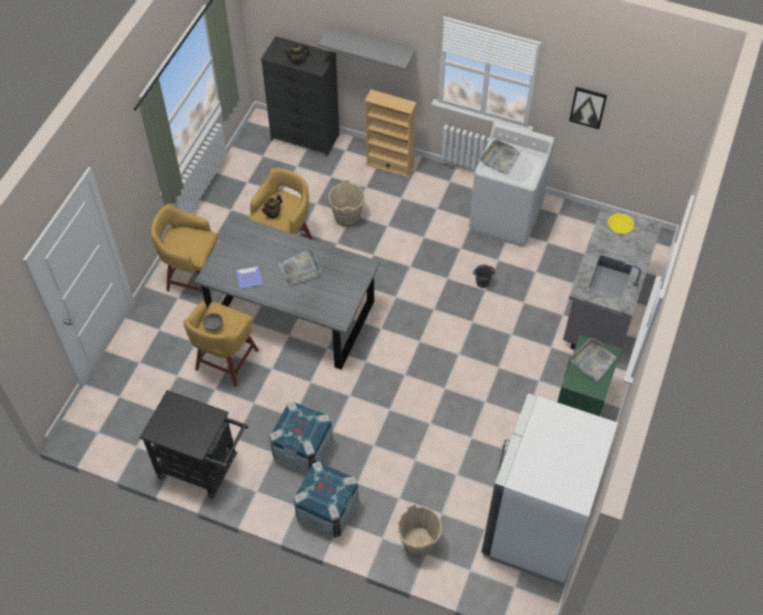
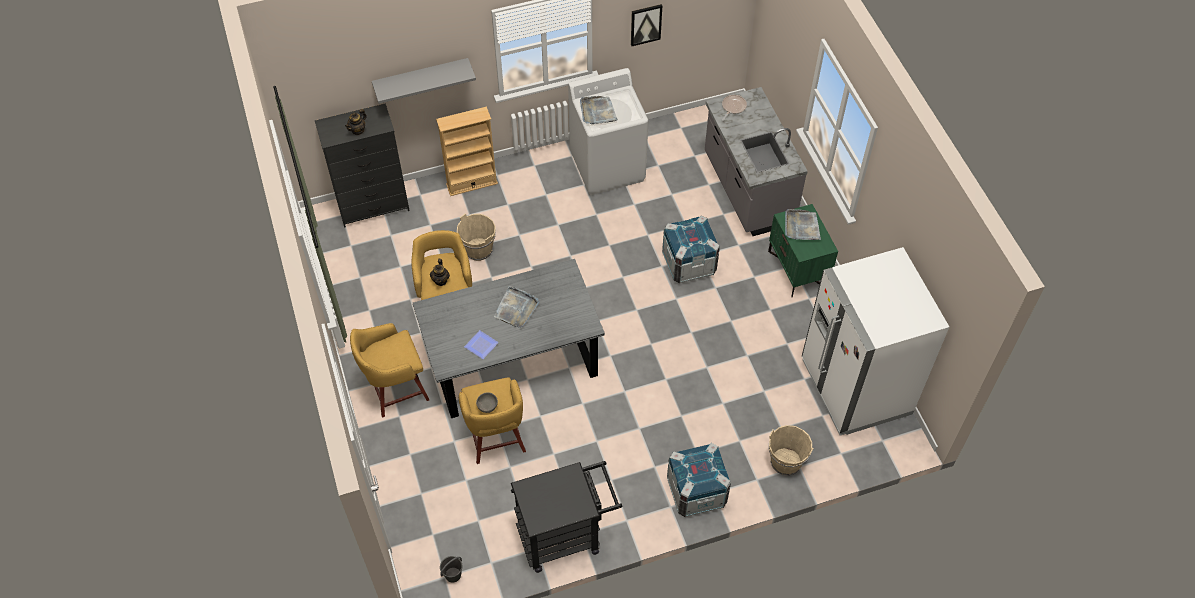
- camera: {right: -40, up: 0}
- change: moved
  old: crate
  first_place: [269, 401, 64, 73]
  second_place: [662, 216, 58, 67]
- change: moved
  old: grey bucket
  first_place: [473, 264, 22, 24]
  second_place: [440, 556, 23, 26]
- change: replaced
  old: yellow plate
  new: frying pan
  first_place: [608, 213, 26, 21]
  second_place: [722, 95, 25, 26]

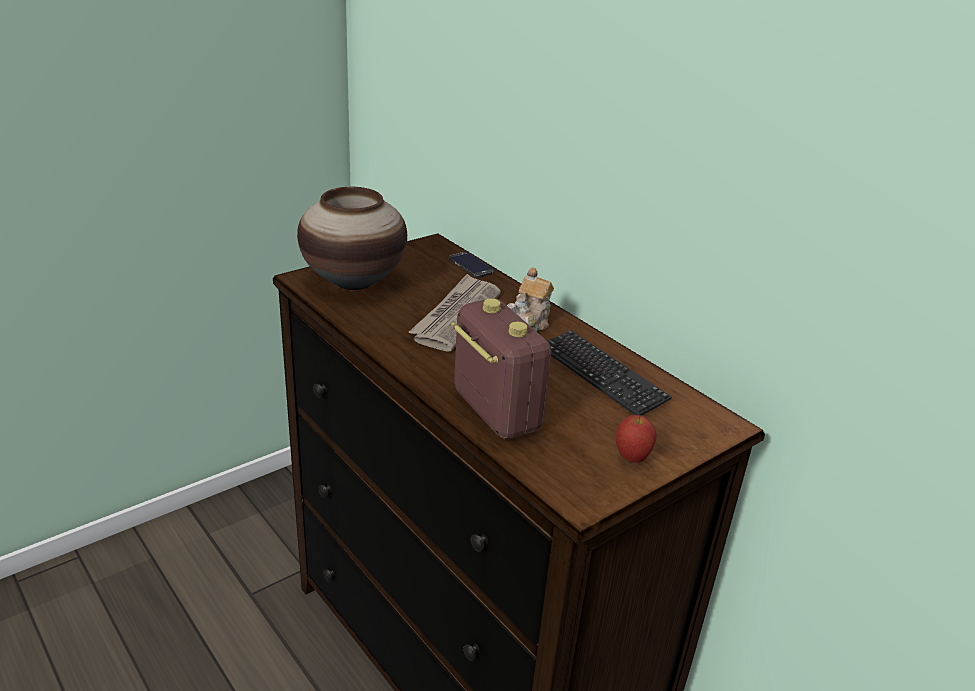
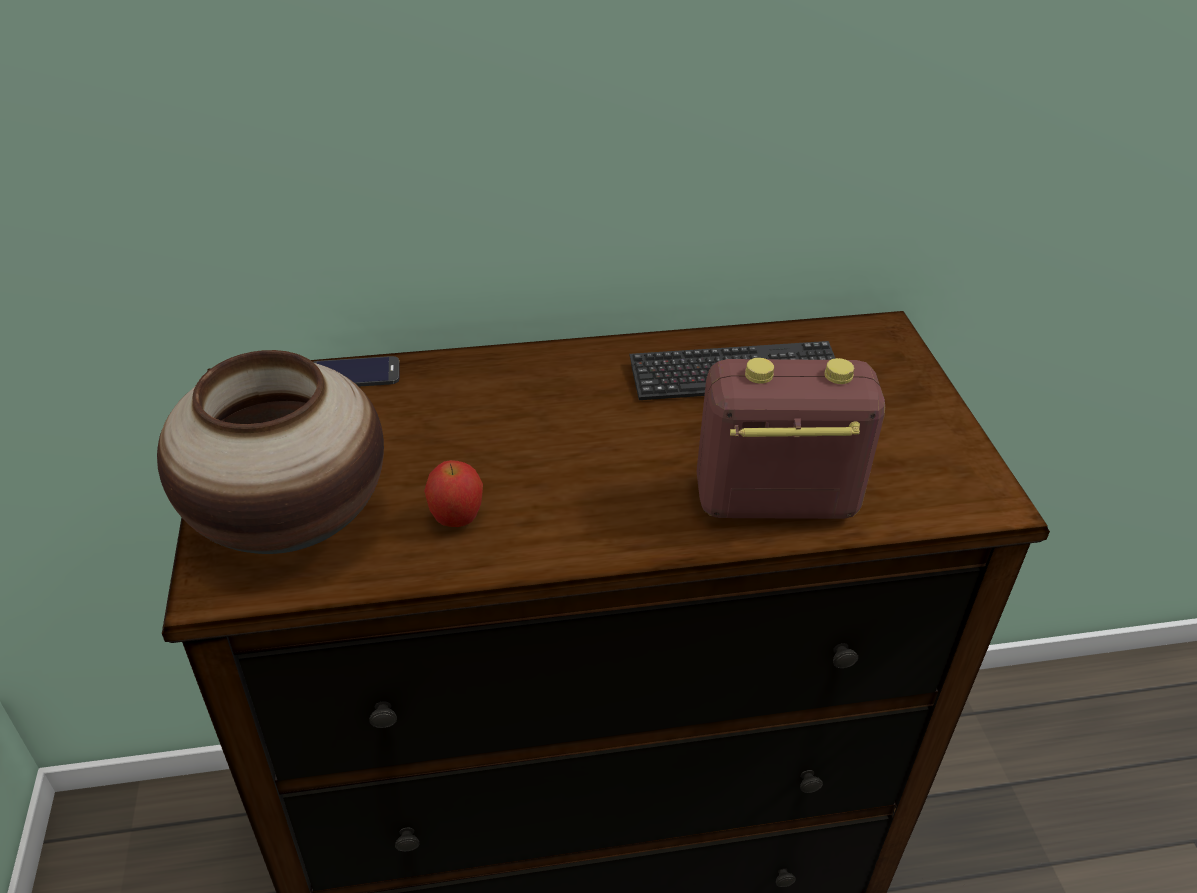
- camera: {right: -60, up: 10}
- change: removed
  old: newspaper
  first_place: [409, 274, 92, 77]
- change: removed
  old: teapot
  first_place: [507, 267, 47, 65]
- change: moved
  old: apple
  first_place: [616, 415, 41, 48]
  second_place: [424, 460, 59, 67]

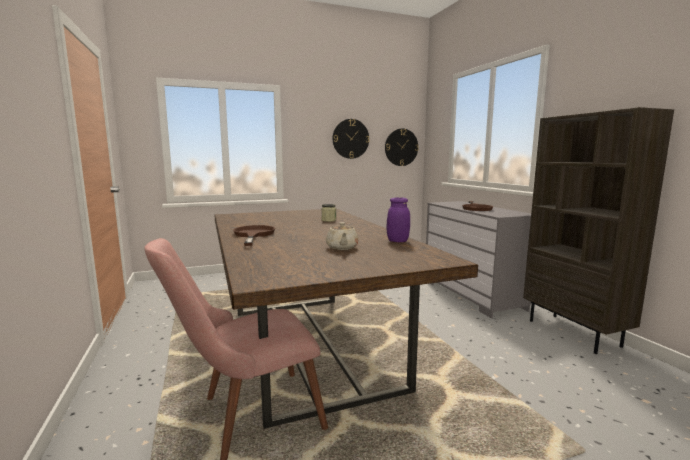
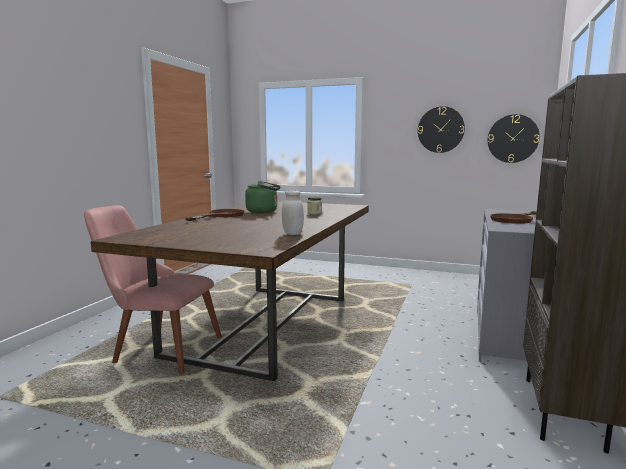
- camera: {right: 40, up: 0}
- change: removed
  old: beige teapot
  first_place: [326, 222, 32, 28]
- change: recoloured
  old: purple jar
  new: white jar
  first_place: [387, 198, 23, 44]
  second_place: [282, 191, 22, 44]
- change: added
  new: green kettle
  second_place: [245, 181, 36, 32]

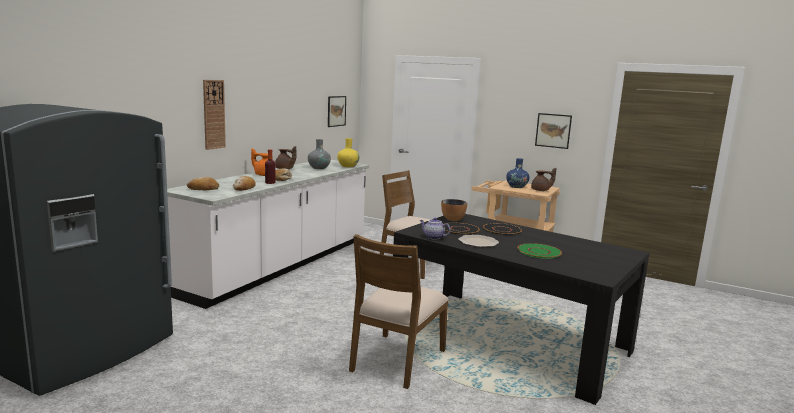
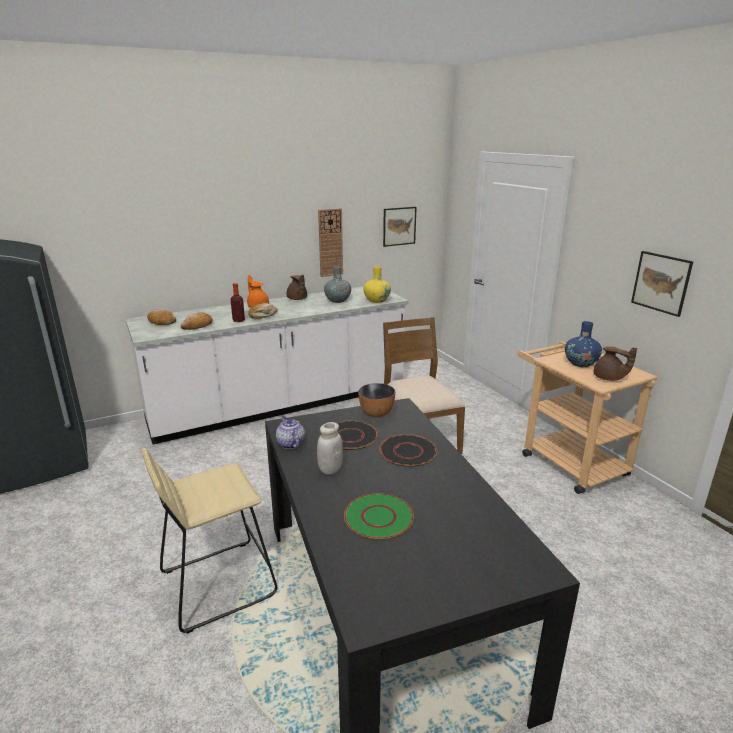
- camera: {right: 35, up: 10}
- change: moved
  old: wall clock
  first_place: [203, 80, 23, 70]
  second_place: [318, 208, 25, 69]
- change: replaced
  old: brown chair
  new: beige stool
  first_place: [349, 234, 100, 155]
  second_place: [142, 447, 135, 187]
- change: replaced
  old: plate
  new: white jar
  first_place: [458, 235, 41, 12]
  second_place: [317, 422, 26, 53]

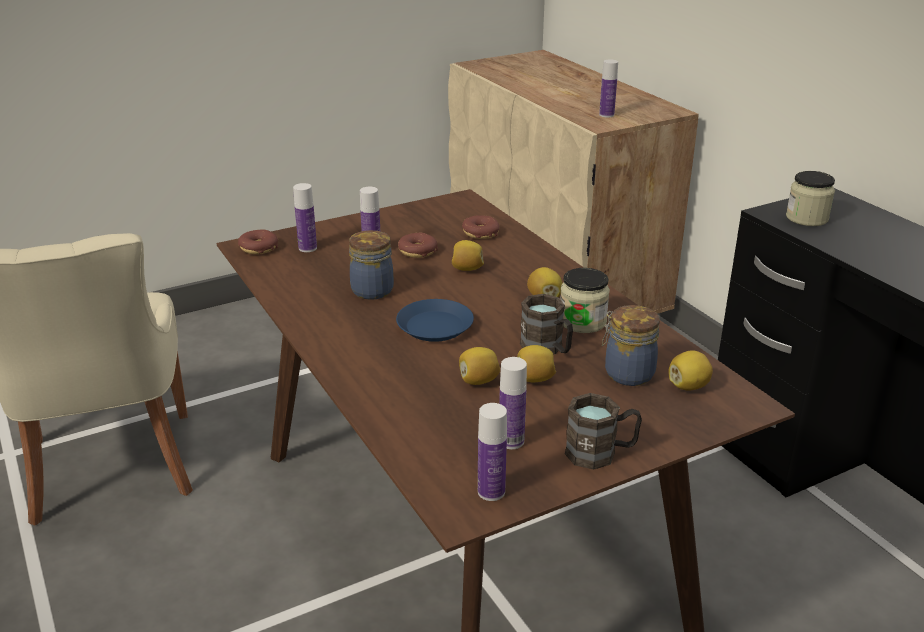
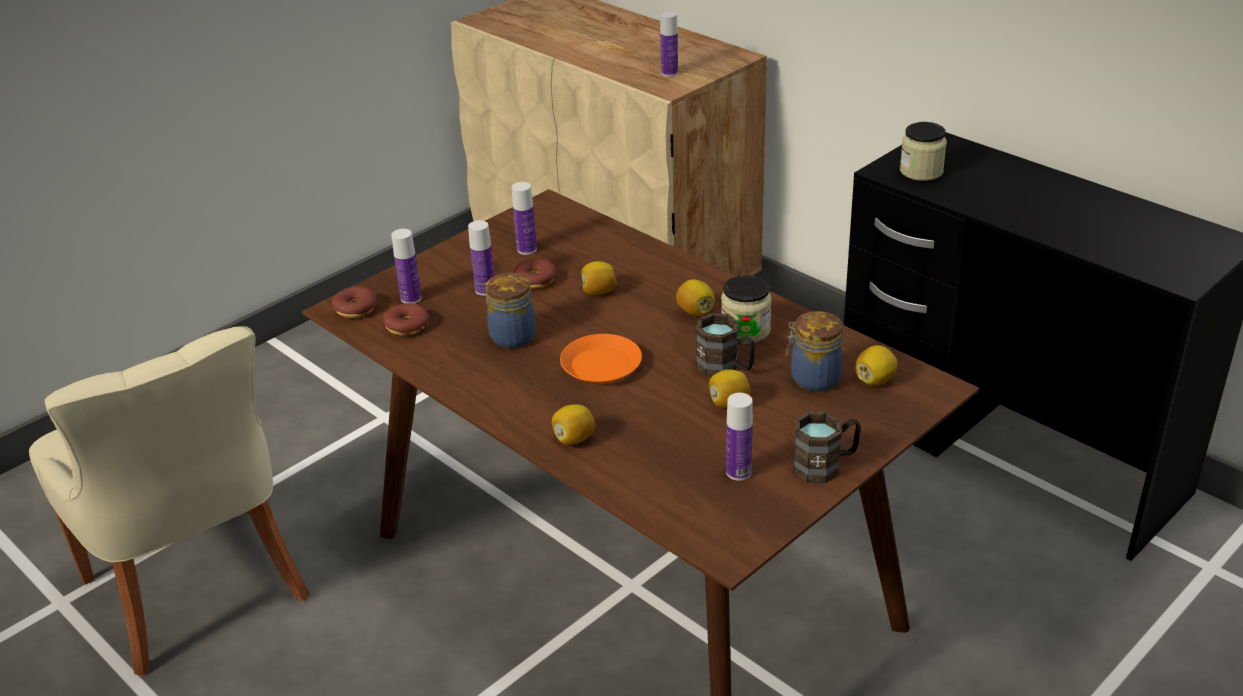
- camera: {right: -15, up: 5}
- change: recoloured
  old: blue plate
  new: orange plate
  first_place: [396, 299, 78, 43]
  second_place: [560, 334, 82, 50]
- change: moved
  old: lemon
  first_place: [459, 347, 41, 38]
  second_place: [552, 404, 44, 41]
- change: moved
  old: donut
  first_place: [462, 215, 38, 24]
  second_place: [383, 303, 46, 33]
- change: moved
  old: bottle
  first_place: [478, 403, 29, 98]
  second_place: [512, 182, 25, 73]

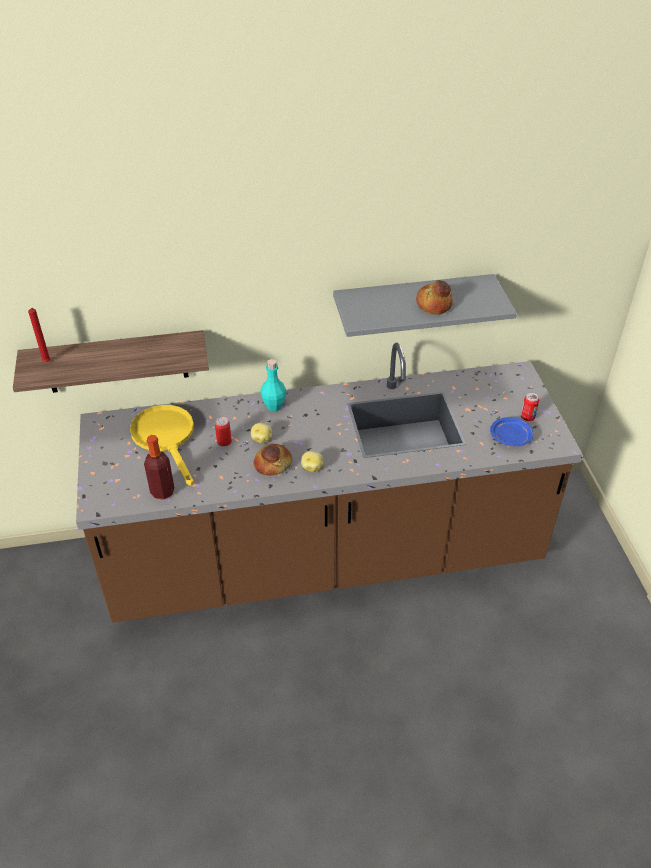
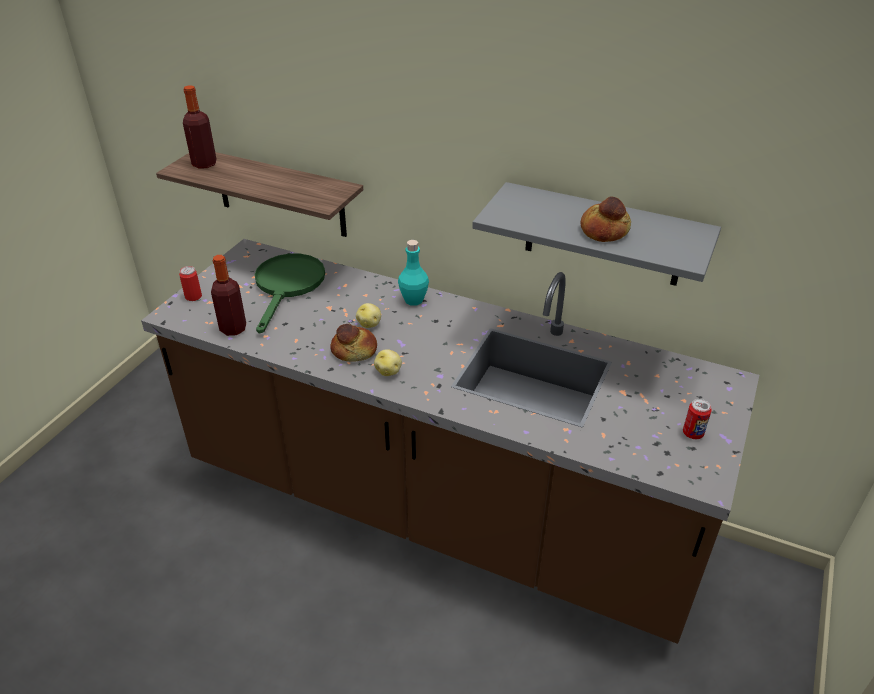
- camera: {right: 35, up: -5}
- change: replaced
  old: red candle
  new: bottle
  first_place: [28, 308, 23, 54]
  second_place: [183, 85, 34, 84]
- change: recoloured
  old: yellow frying pan
  new: green frying pan
  first_place: [130, 405, 64, 80]
  second_place: [255, 254, 70, 80]
- change: moved
  old: can
  first_place: [215, 417, 17, 29]
  second_place: [179, 266, 23, 35]
- change: removed
  old: blue plate
  first_place: [490, 417, 43, 29]

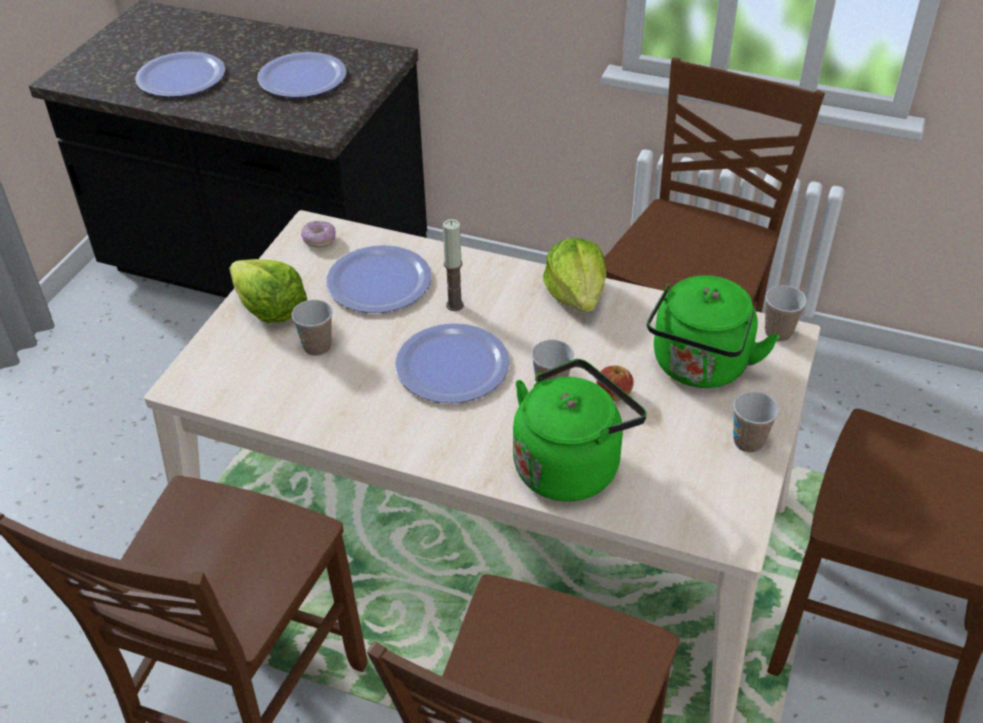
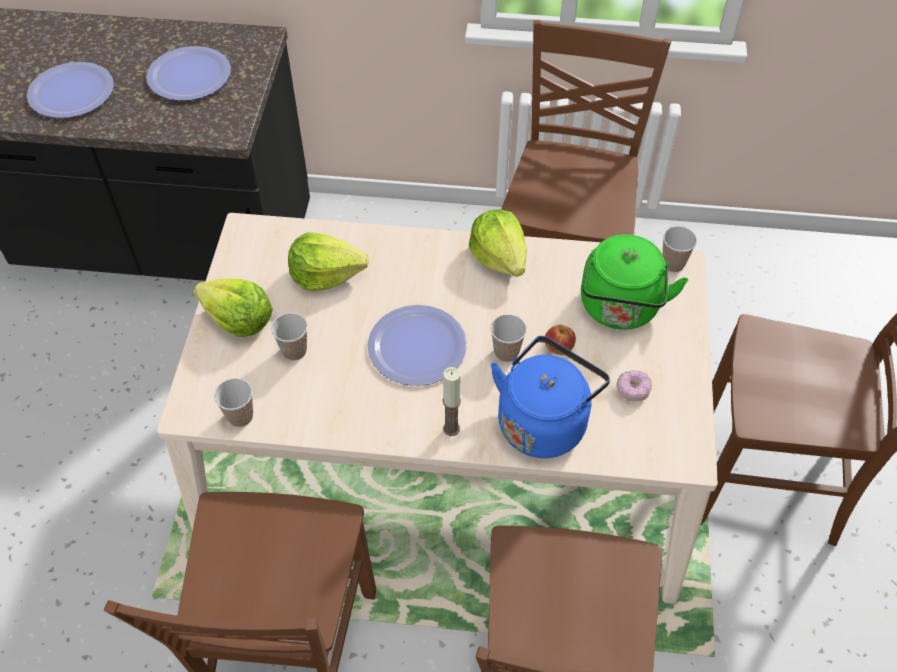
- camera: {right: -15, up: 10}
- change: moved
  old: donut
  first_place: [301, 221, 35, 26]
  second_place: [616, 370, 36, 31]
- change: replaced
  old: plate
  new: lettuce
  first_place: [326, 245, 106, 68]
  second_place: [288, 233, 81, 58]
- change: moved
  old: candle
  first_place: [443, 219, 21, 92]
  second_place: [443, 367, 18, 69]
- change: recoloured
  old: green kettle
  new: blue kettle
  first_place: [513, 359, 134, 142]
  second_place: [491, 336, 119, 122]
- change: moved
  old: cup
  first_place: [733, 391, 46, 62]
  second_place: [214, 378, 39, 49]

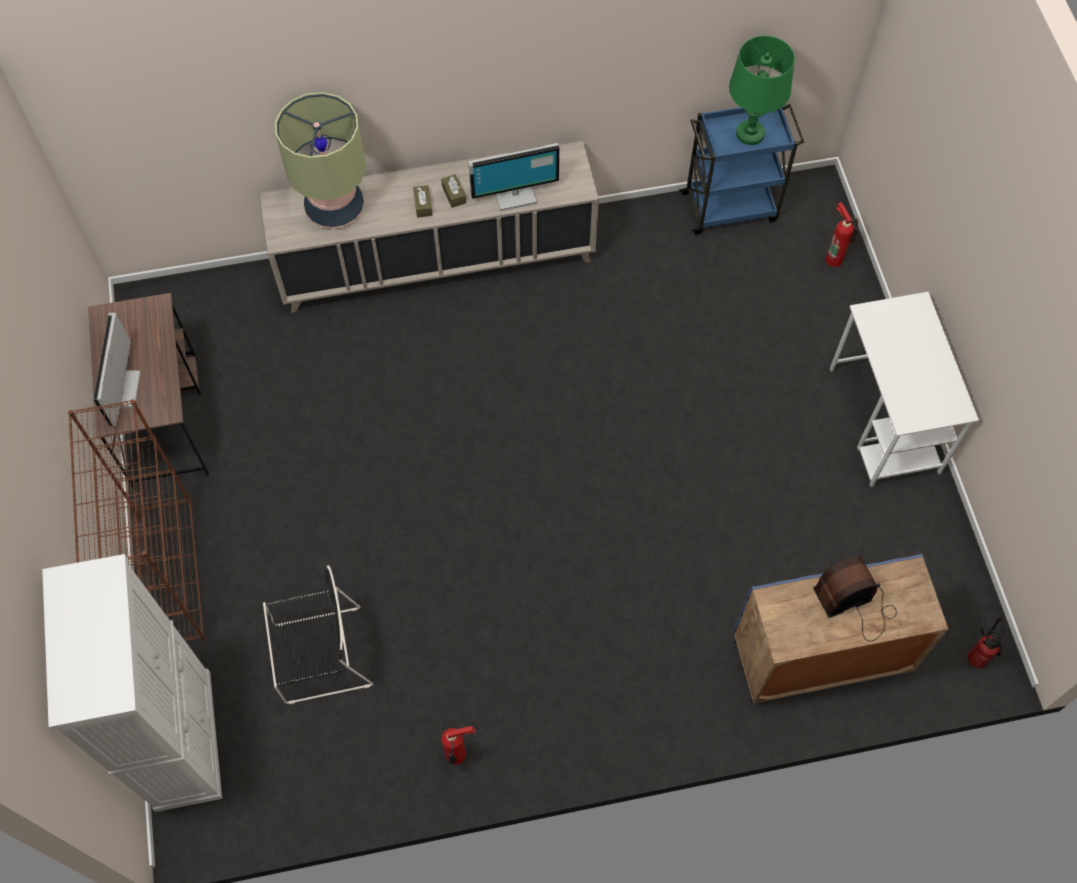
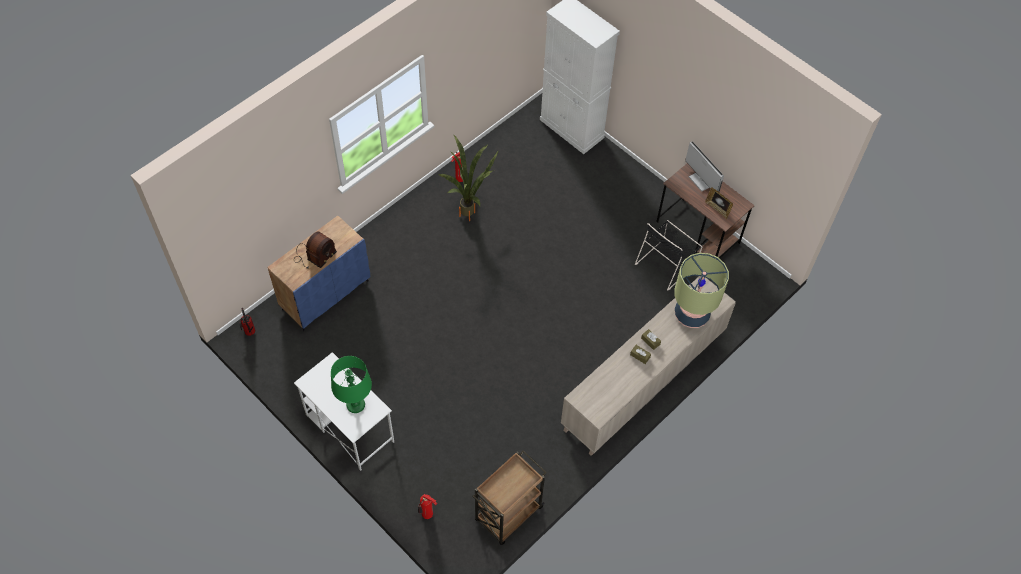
- camera: {right: 145, up: -5}
- change: removed
  old: brown bookcase
  first_place: [68, 399, 138, 242]
- change: moved
  old: black chair
  first_place: [263, 565, 110, 139]
  second_place: [635, 220, 67, 71]
- change: removed
  old: monitor
  first_place: [468, 143, 92, 68]
- change: recoloured
  old: blue cart
  new: brown cart
  first_place: [679, 104, 125, 131]
  second_place: [472, 450, 75, 95]
- change: moved
  old: green table lamp
  first_place: [729, 36, 66, 109]
  second_place: [331, 356, 41, 57]
- change: added
  new: potted plant
  second_place: [439, 135, 59, 86]
- change: added
  new: picture frame
  second_place: [705, 187, 28, 32]

